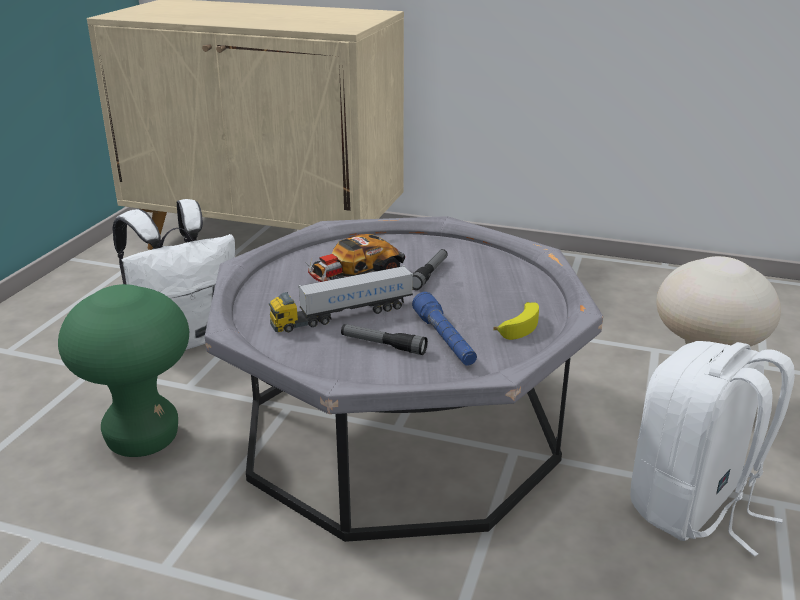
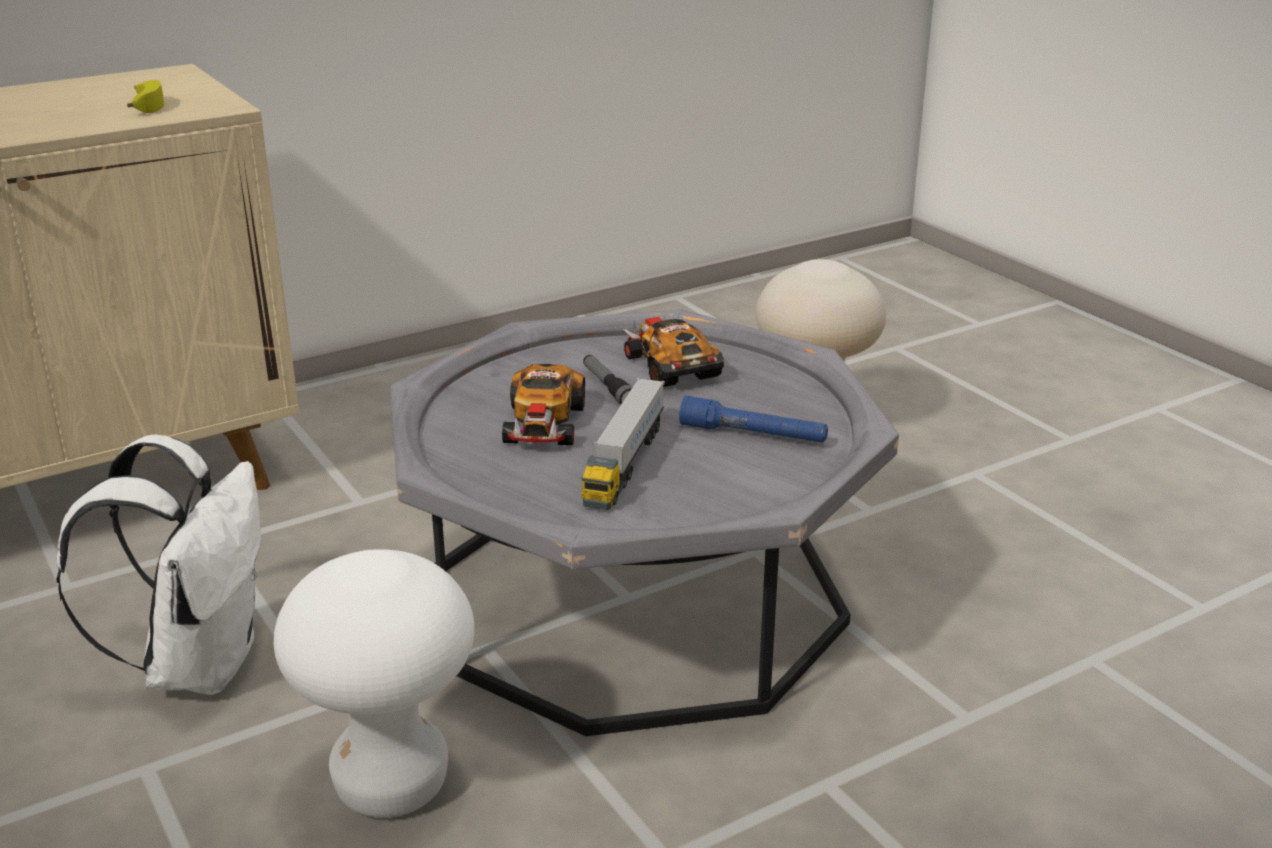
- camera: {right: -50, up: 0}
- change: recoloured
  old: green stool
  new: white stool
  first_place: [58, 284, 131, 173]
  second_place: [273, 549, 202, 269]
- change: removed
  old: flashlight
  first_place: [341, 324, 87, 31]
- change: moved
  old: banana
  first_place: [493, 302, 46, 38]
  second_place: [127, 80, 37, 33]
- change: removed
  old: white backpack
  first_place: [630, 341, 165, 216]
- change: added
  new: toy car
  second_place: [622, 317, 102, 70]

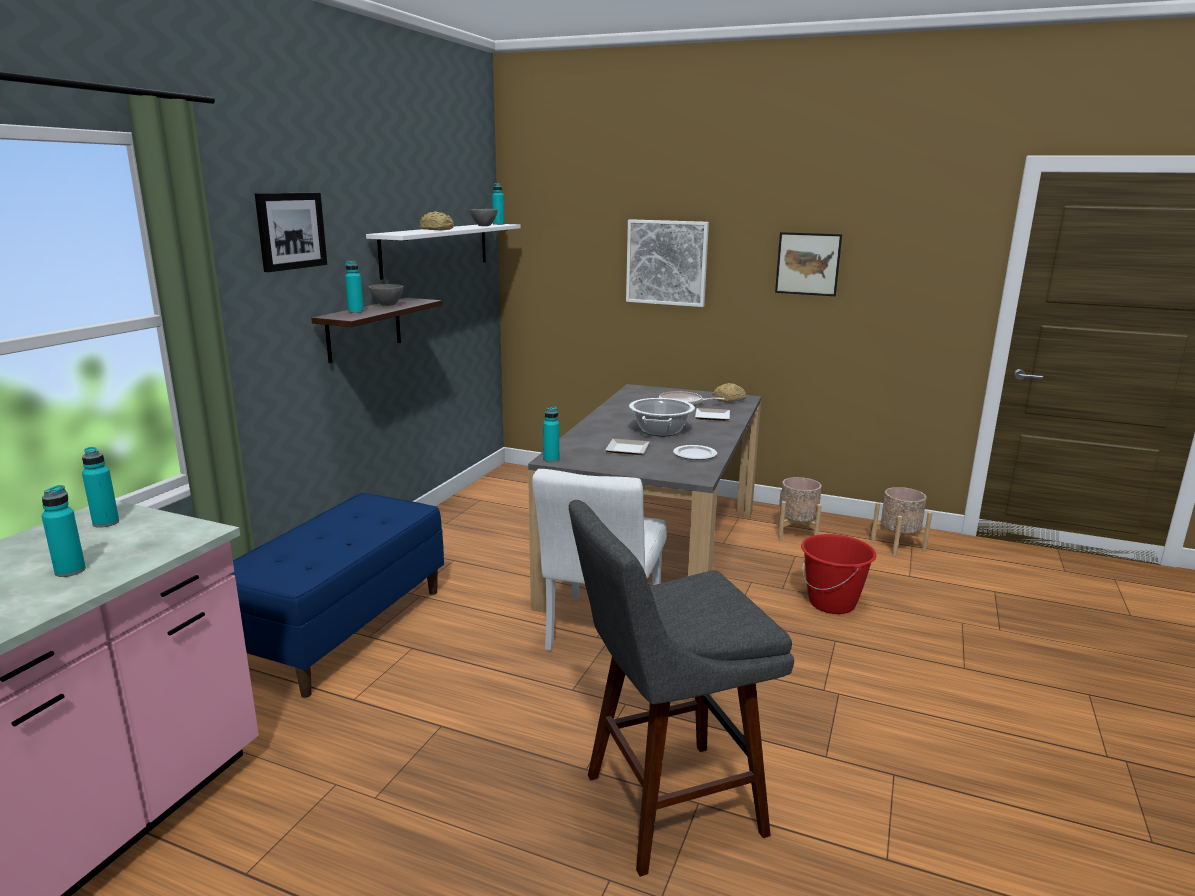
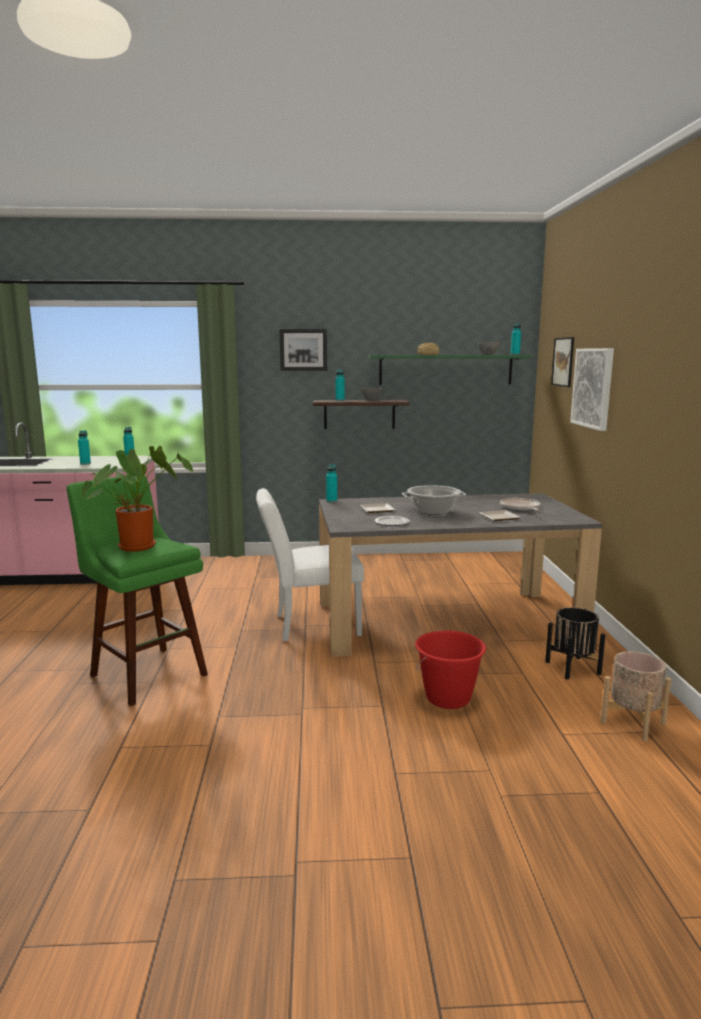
- camera: {right: 65, up: -5}
- change: removed
  old: blue bench
  first_place: [230, 493, 214, 205]
- change: recoloured
  old: white shelf
  new: green shelf
  first_place: [366, 224, 155, 56]
  second_place: [369, 355, 163, 30]
- change: recoloured
  old: grey stool
  new: green stool
  first_place: [569, 500, 225, 377]
  second_place: [67, 475, 141, 231]
- change: removed
  old: bread
  first_place: [713, 383, 33, 20]
- change: moved
  old: picture
  first_place: [775, 232, 67, 64]
  second_place: [551, 337, 23, 50]
- change: recoloured
  old: beige planter
  new: black planter
  first_place: [777, 477, 45, 63]
  second_place: [545, 607, 60, 73]
- change: added
  new: potted plant
  second_place: [81, 446, 112, 106]

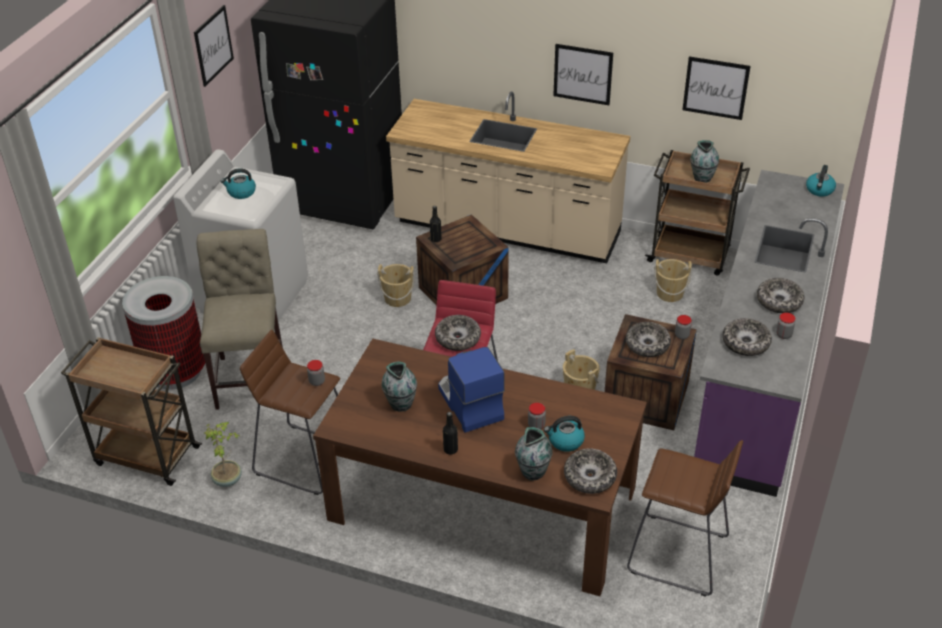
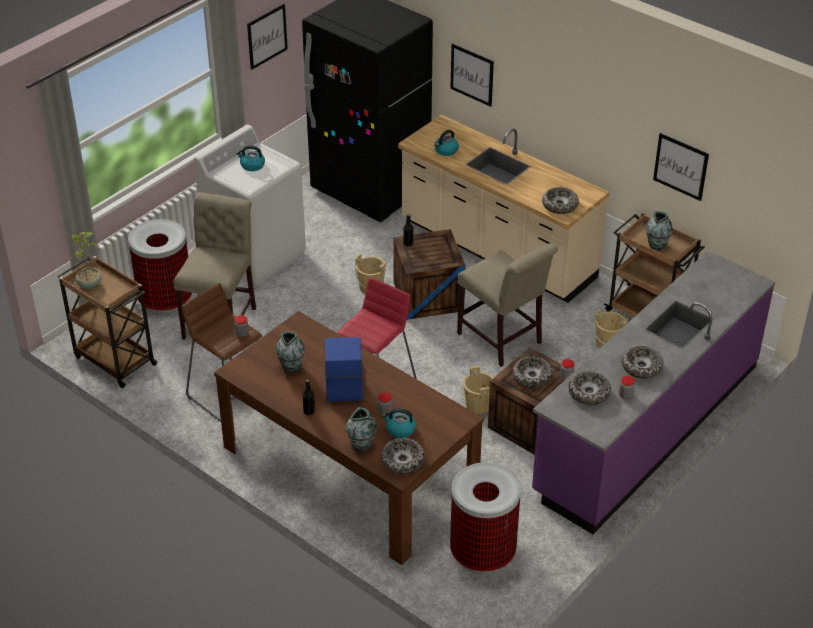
- camera: {right: 20, up: 0}
- change: moved
  old: potted plant
  first_place: [203, 422, 39, 65]
  second_place: [71, 232, 31, 57]
- change: moved
  old: bowl
  first_place: [435, 315, 46, 36]
  second_place: [542, 187, 37, 27]
- change: moved
  old: picture
  first_place: [553, 44, 60, 61]
  second_place: [450, 44, 44, 63]
- change: replaced
  old: brown stool
  new: trash can
  first_place: [627, 440, 116, 157]
  second_place: [450, 462, 71, 113]
- change: moved
  old: kettle
  first_place: [806, 165, 30, 31]
  second_place: [434, 130, 25, 26]
- change: added
  new: beige chair
  second_place: [457, 243, 101, 124]

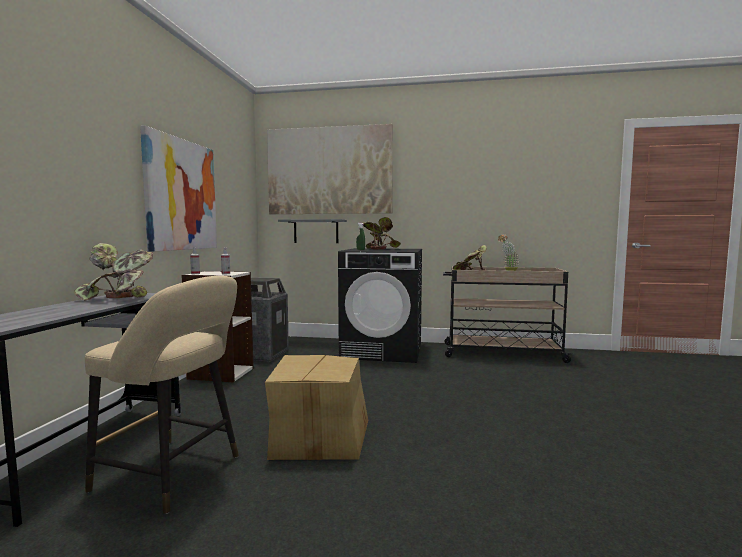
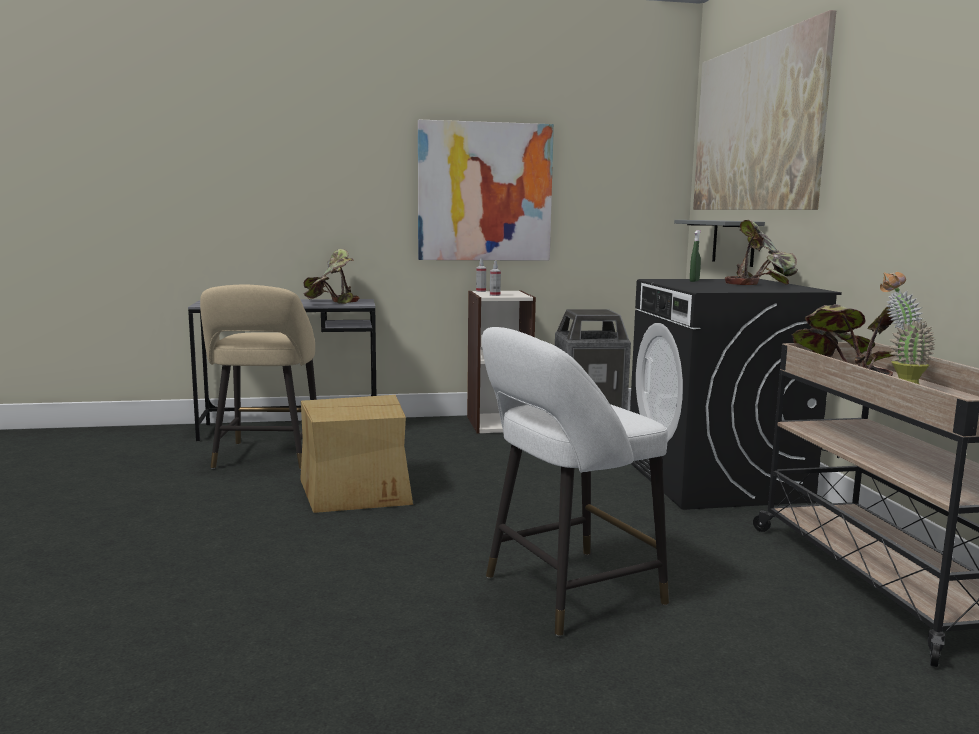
- camera: {right: 70, up: 5}
- change: added
  new: white stool
  second_place: [482, 327, 187, 309]

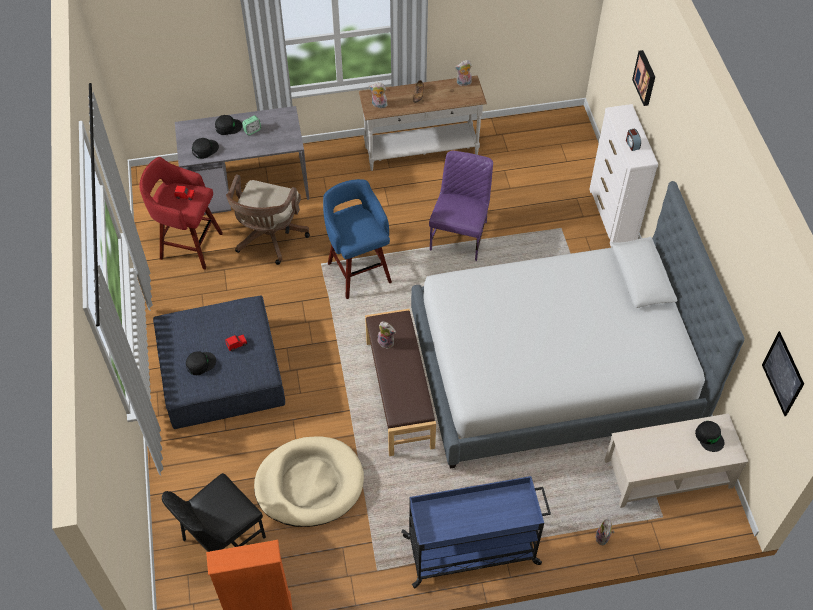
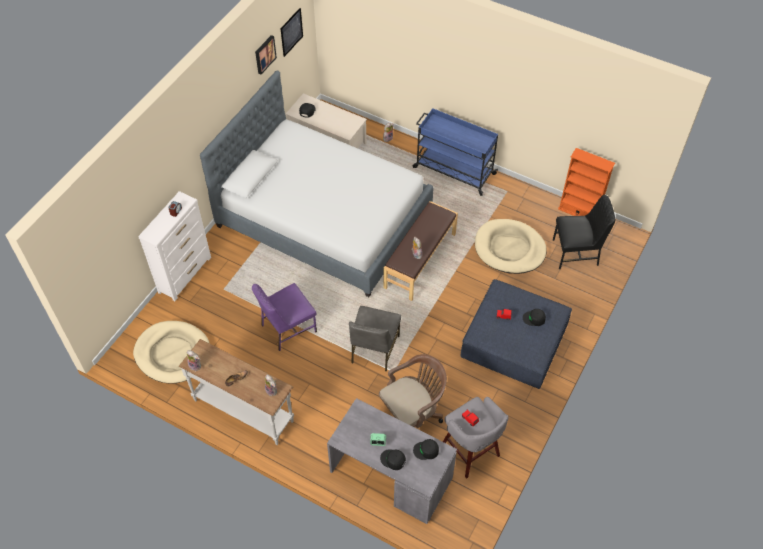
- camera: {right: -140, up: 0}
- change: recoloured
  old: red stool
  new: grey stool
  first_place: [139, 157, 84, 113]
  second_place: [443, 397, 65, 82]
- change: replaced
  old: blue stool
  new: grey chair
  first_place: [323, 179, 69, 120]
  second_place: [349, 306, 52, 65]
- change: moved
  old: picture
  first_place: [632, 50, 23, 56]
  second_place: [255, 35, 22, 39]
- change: added
  new: beige dog bed
  second_place: [133, 321, 77, 62]

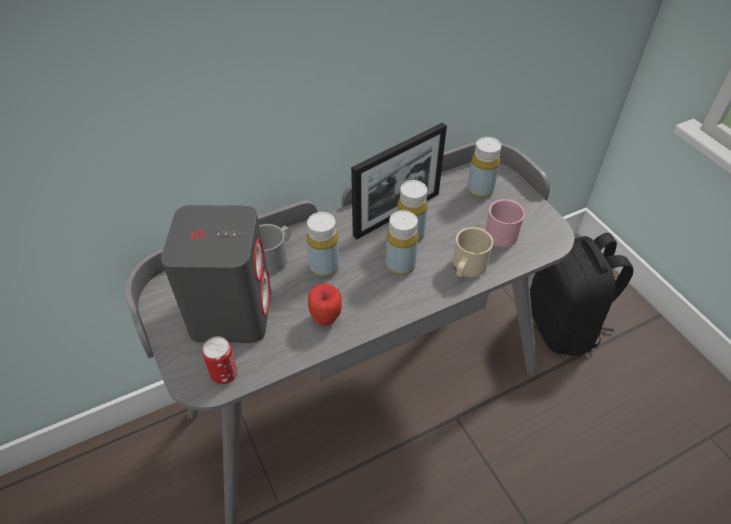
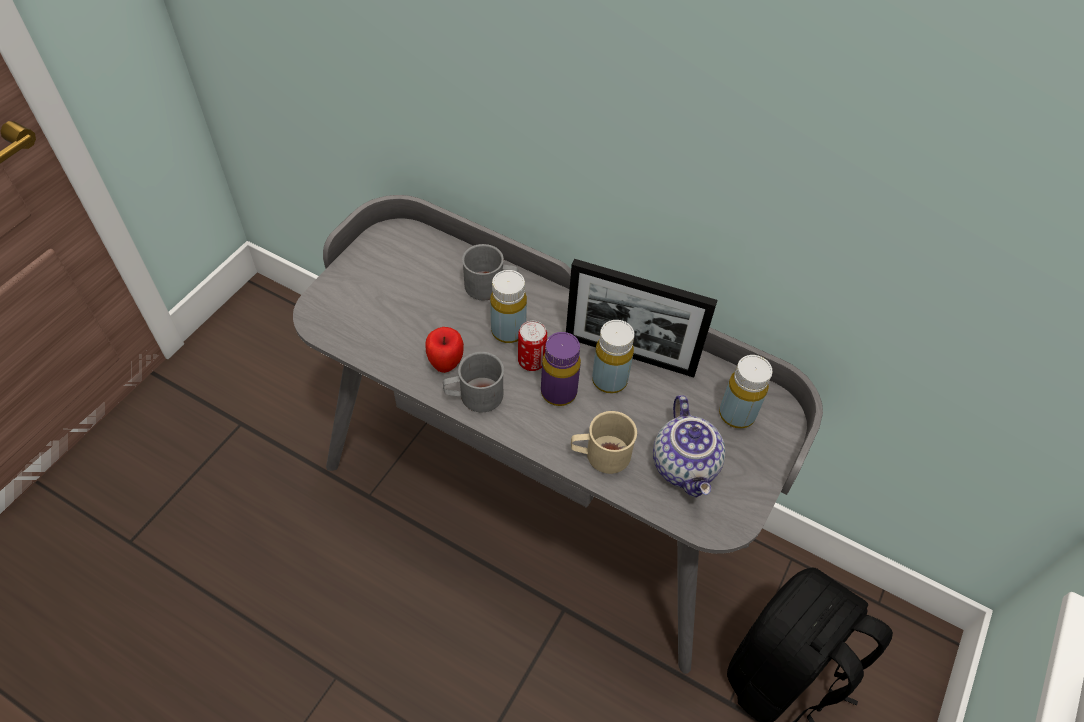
- camera: {right: 55, up: 5}
- change: removed
  old: grey speaker
  first_place: [161, 205, 110, 138]
- change: moved
  old: can
  first_place: [202, 337, 35, 47]
  second_place: [518, 321, 29, 50]
- change: recoloured
  old: yellow bottle
  new: purple bottle
  first_place: [386, 210, 32, 65]
  second_place: [541, 332, 40, 74]
- change: replaced
  old: pink mug
  new: teapot
  first_place: [485, 199, 40, 49]
  second_place: [653, 395, 72, 102]
- change: added
  new: grey mug
  second_place: [443, 352, 61, 60]

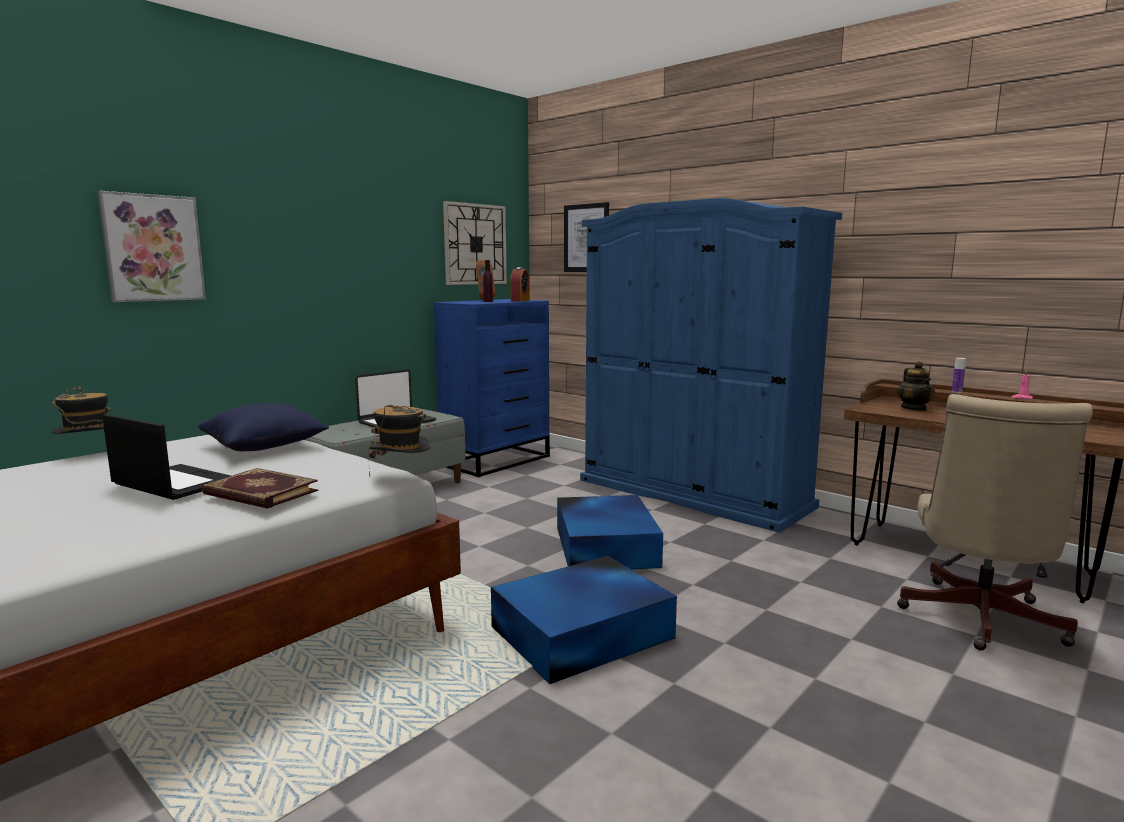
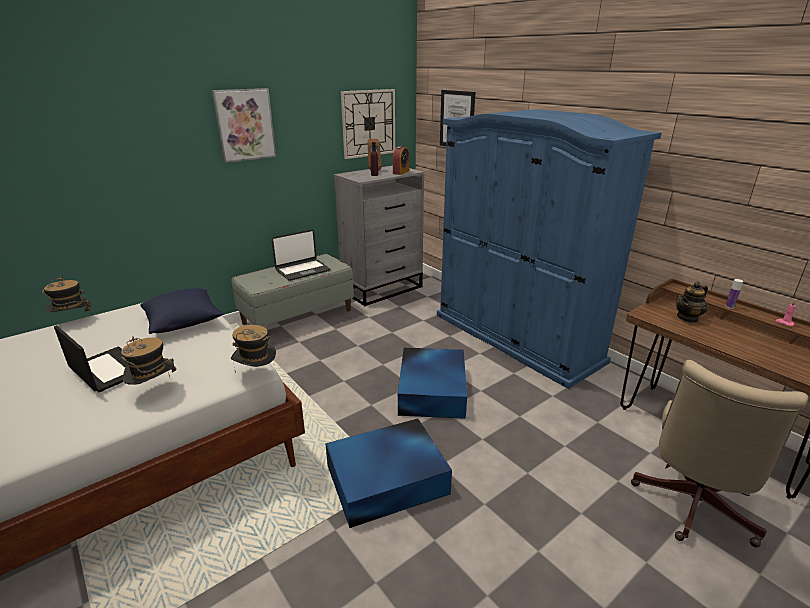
- camera: {right: 10, up: 15}
- change: moved
  old: picture
  first_place: [97, 191, 109, 112]
  second_place: [212, 88, 64, 75]
- change: replaced
  old: book
  new: hat
  first_place: [202, 468, 116, 41]
  second_place: [121, 336, 55, 49]
- change: recoloured
  old: blue dresser
  new: grey dresser
  first_place: [434, 299, 116, 178]
  second_place: [334, 165, 90, 141]
- change: turned
  old: teapot
  first_place: [897, 362, 38, 49]
  second_place: [676, 282, 32, 41]
  degrees: 45

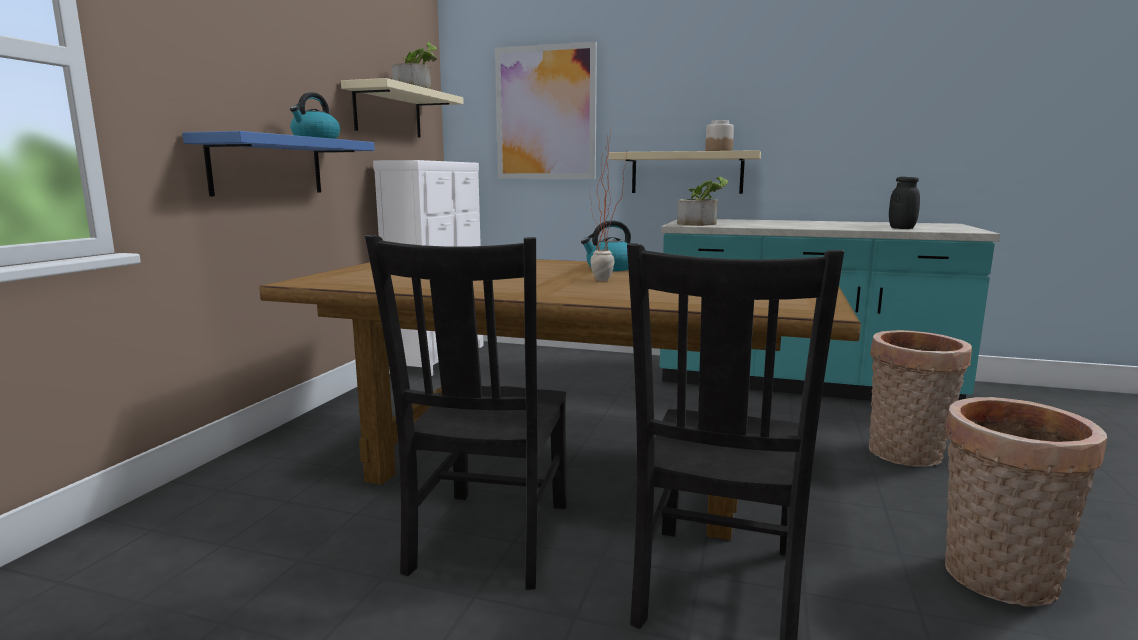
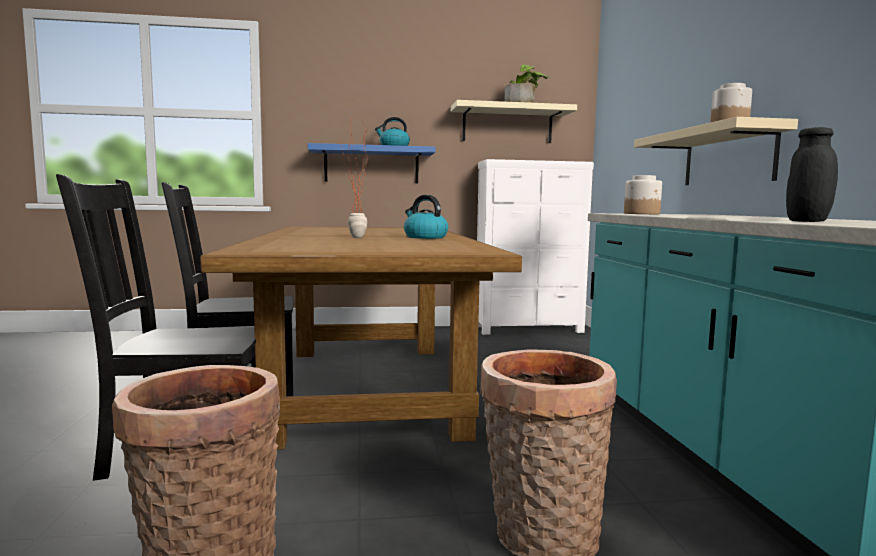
- camera: {right: 65, up: -5}
- change: removed
  old: picture
  first_place: [495, 41, 102, 138]
- change: replaced
  old: potted plant
  new: jar
  first_place: [677, 177, 51, 49]
  second_place: [624, 175, 38, 39]

